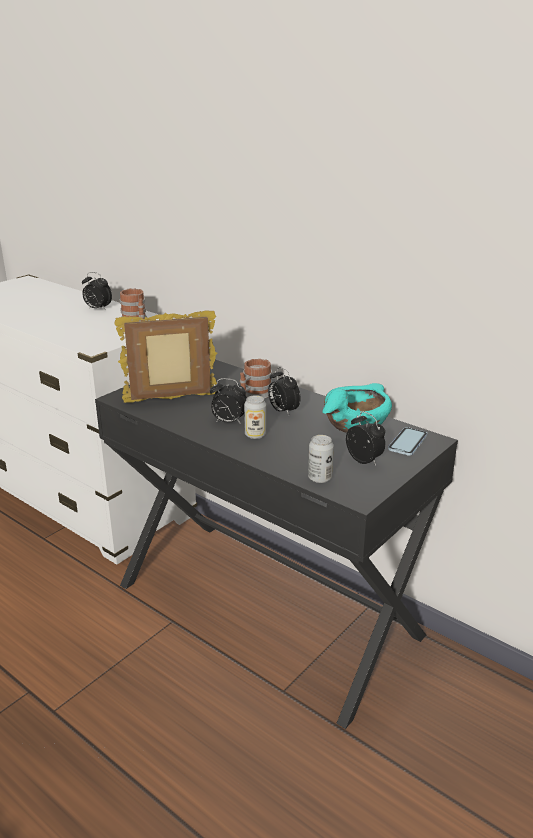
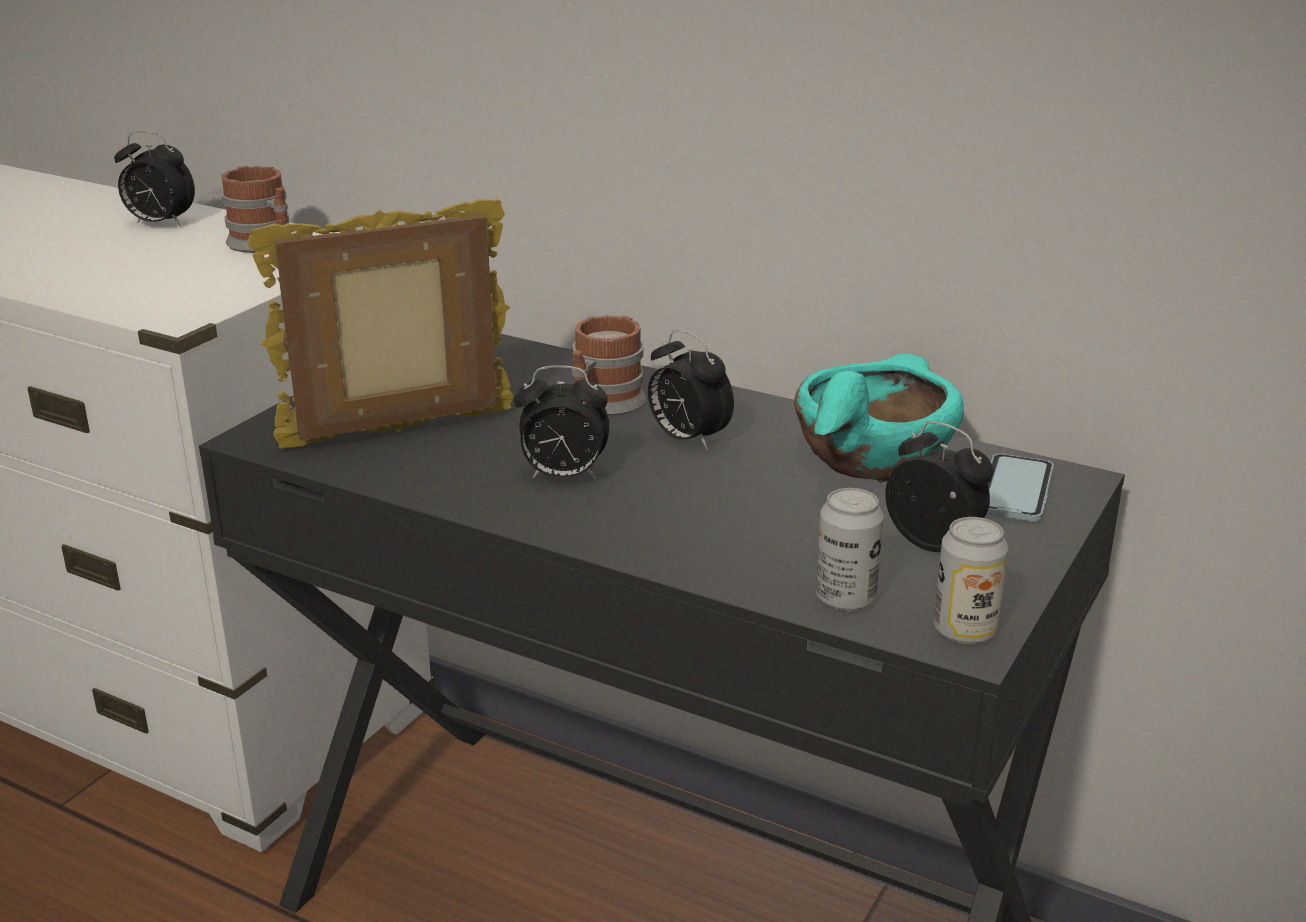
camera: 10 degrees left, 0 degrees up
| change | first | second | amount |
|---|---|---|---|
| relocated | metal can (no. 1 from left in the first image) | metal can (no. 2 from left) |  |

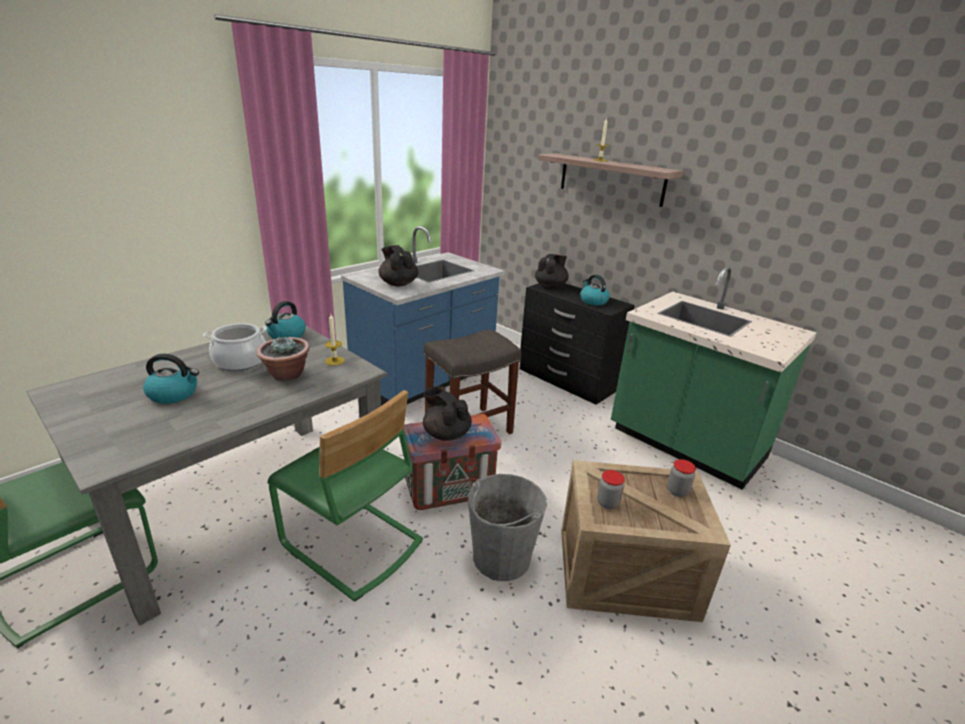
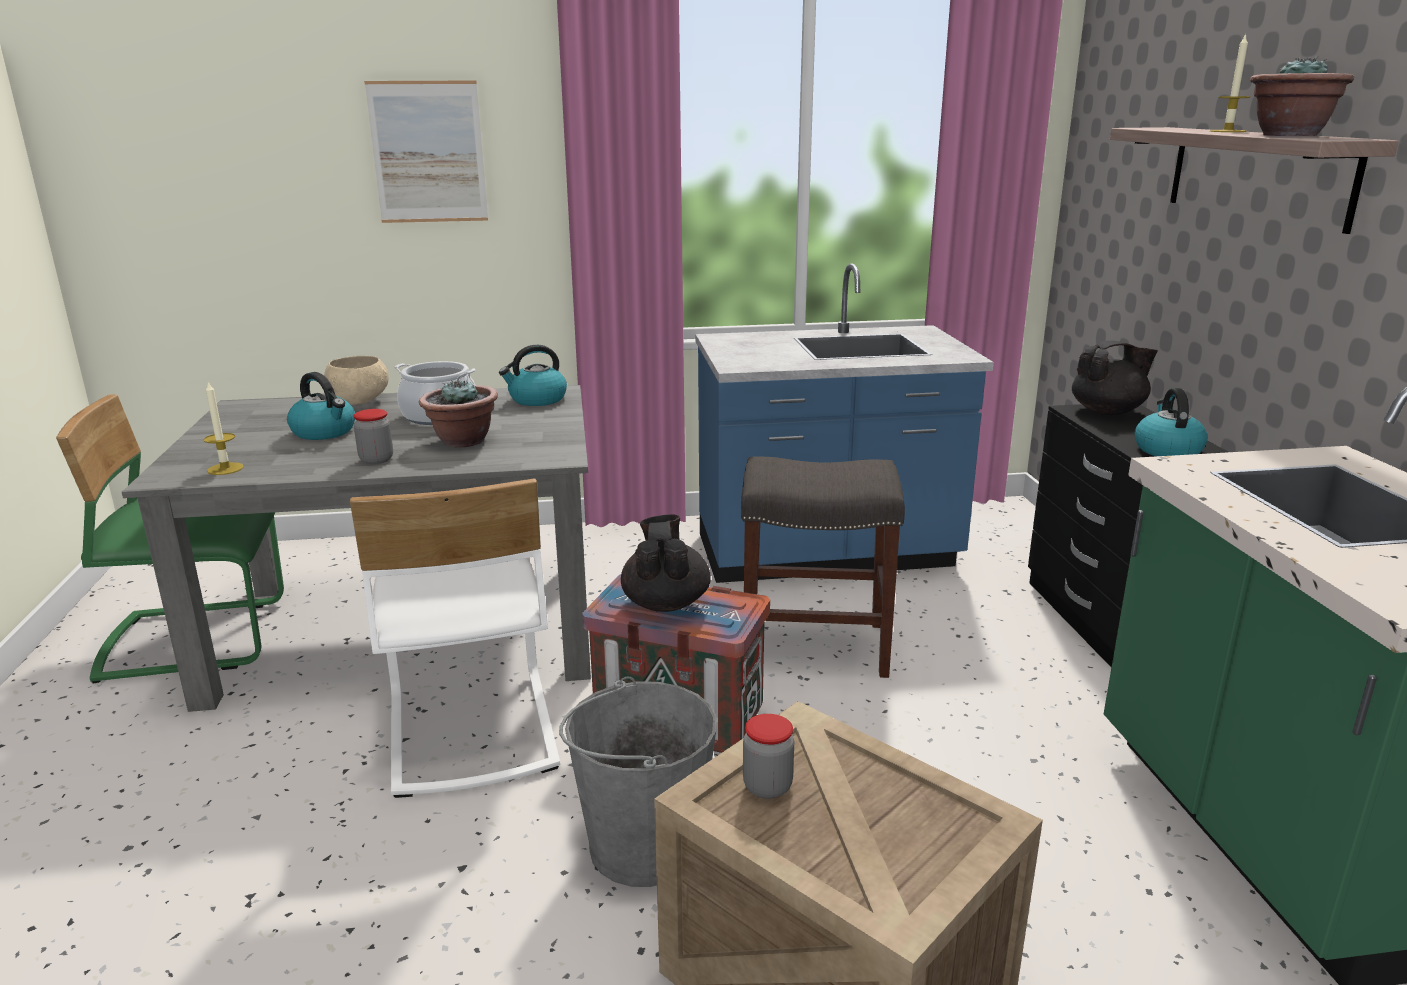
camera: 40 degrees right, 5 degrees down
| change | first | second | amount |
|---|---|---|---|
| colour | green-coloured chair (no. 2 from left) | white-coloured chair |  |
| relocated | candle (no. 1 from left) |  |  |
| missing | black teapot (no. 1 from left) |  |  |
| relocated | preserve jar (no. 2 from left in the first image) | preserve jar (no. 1 from left) |  |
| appeared |  | beige bowl |  |
| appeared |  | picture |  |
| appeared |  | potted plant (no. 2 from left) |  |

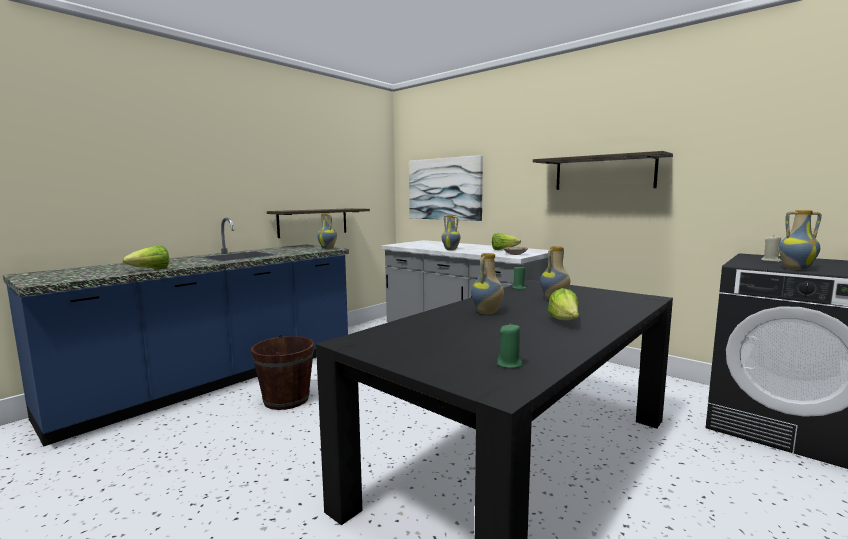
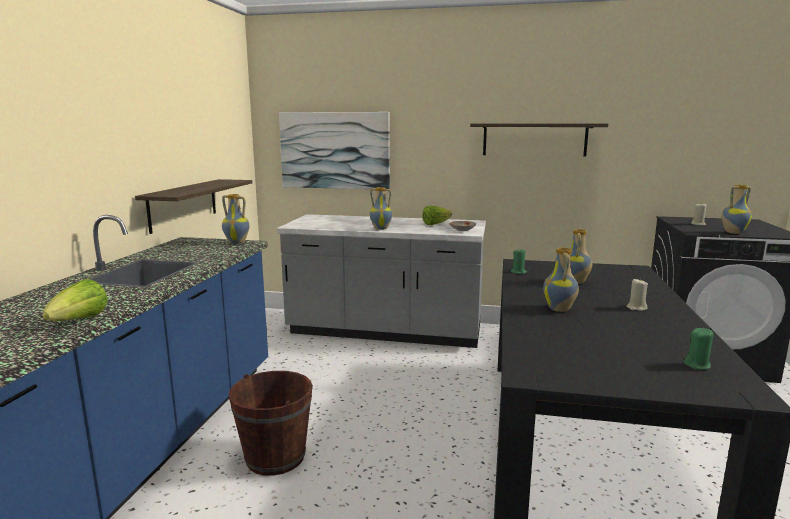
camera: 30 degrees left, 5 degrees up
| change | first | second | amount |
|---|---|---|---|
| exchanged | lettuce (no. 3 from left) | beige candle (no. 1 from left) |  |

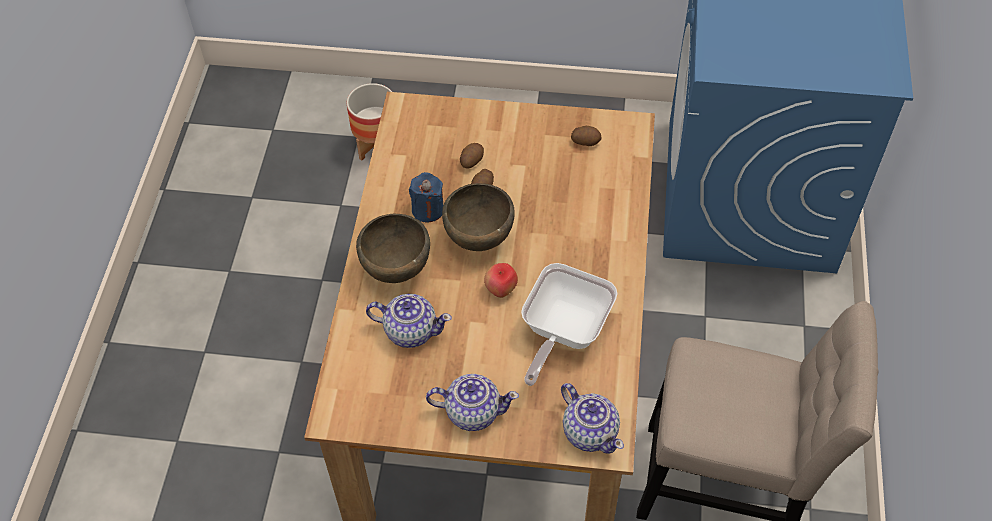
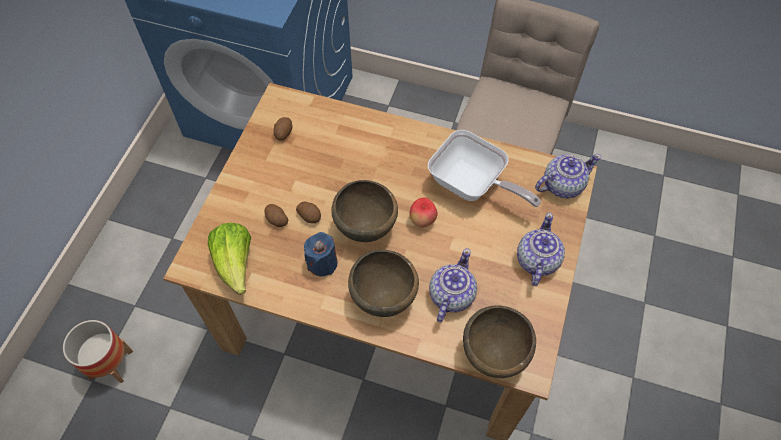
camera: 80 degrees left, 5 degrees up
| change | first | second | amount |
|---|---|---|---|
| appeared |  | lettuce |  |
| appeared |  | brown-coloured bowl (no. 3 from left) |  |

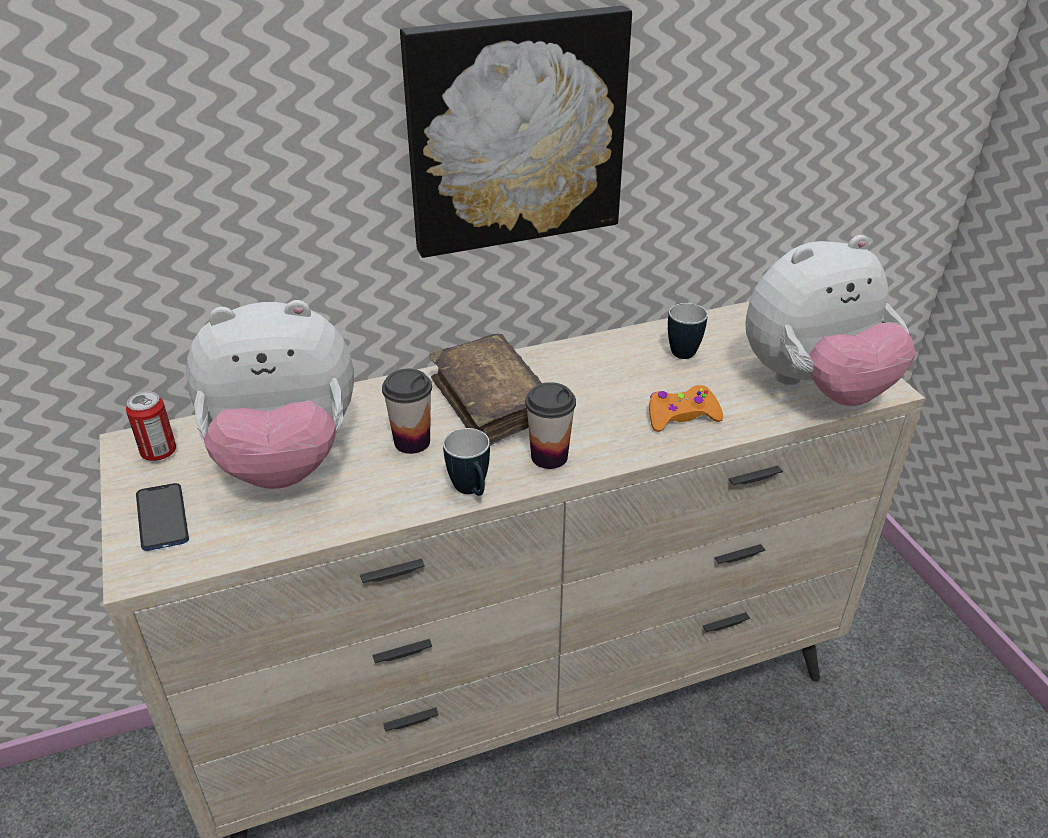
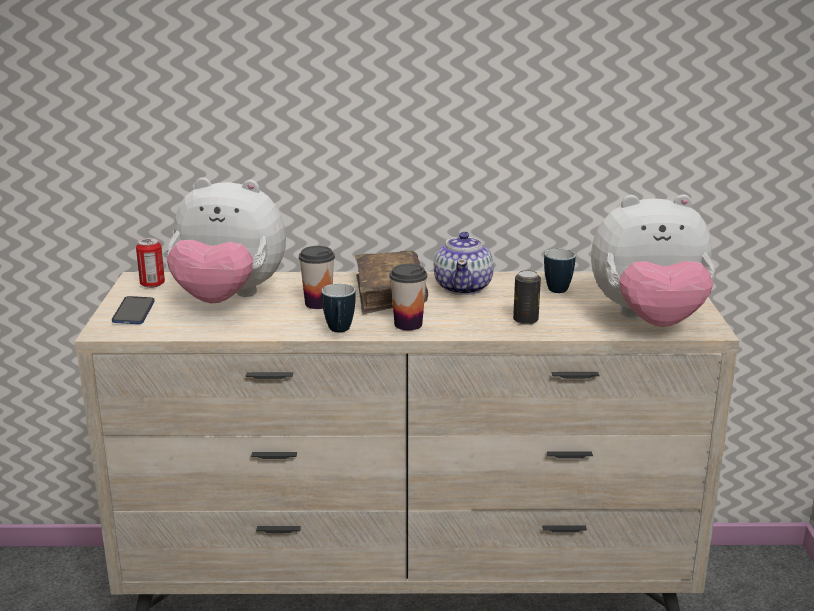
camera: 20 degrees right, 15 degrees down
| change | first | second | amount |
|---|---|---|---|
| missing | picture |  |  |
| exchanged | orange game controller | metal can (no. 2 from left) |  |
| appeared |  | teapot |  |

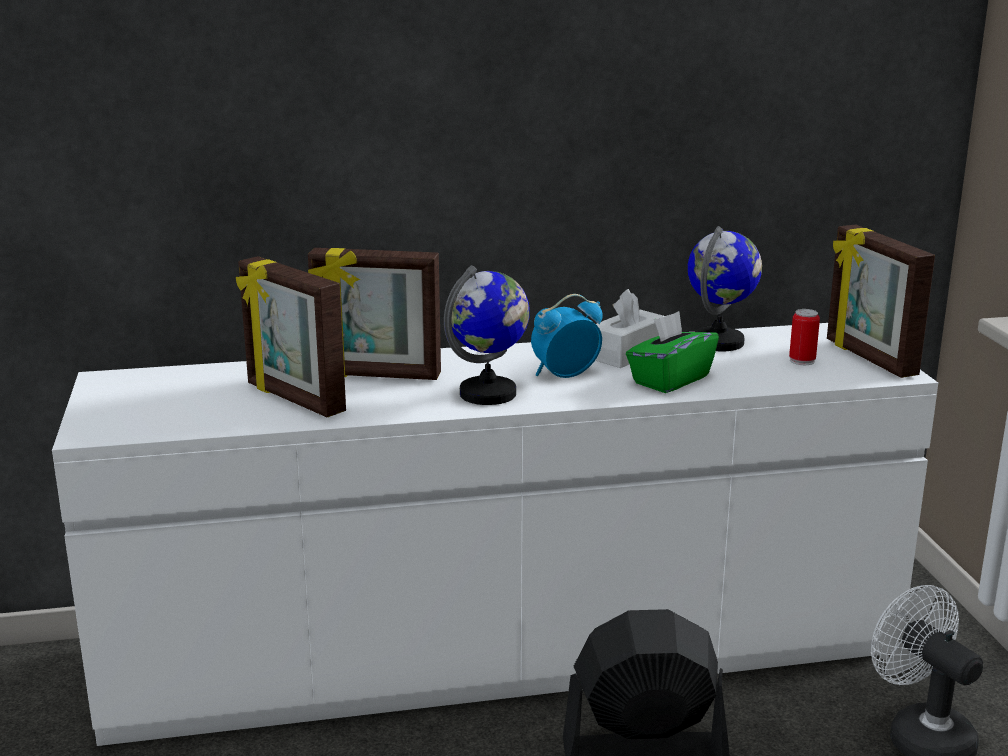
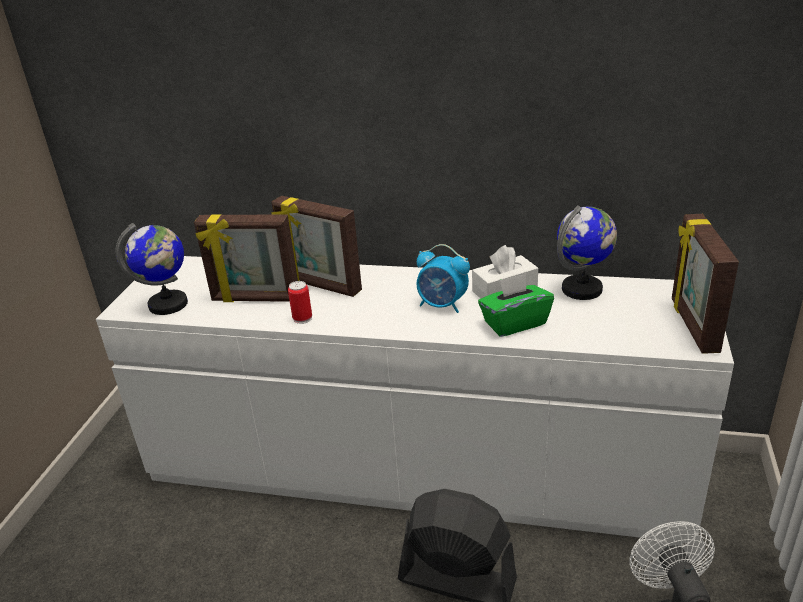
camera: 25 degrees right, 10 degrees up
| change | first | second | amount |
|---|---|---|---|
| spun | photo frame (no. 1 from left) |  | 60 degrees counterclockwise |
| relocated | desk globe (no. 1 from left) |  |  |
| spun | alarm clock |  | 150 degrees counterclockwise |
| relocated | metal can |  |  |

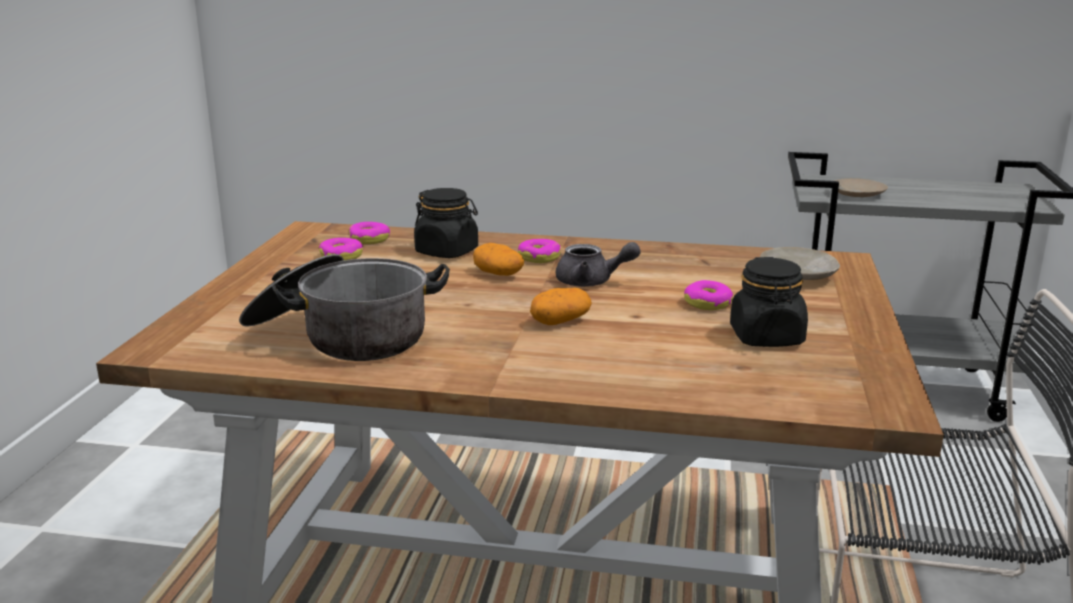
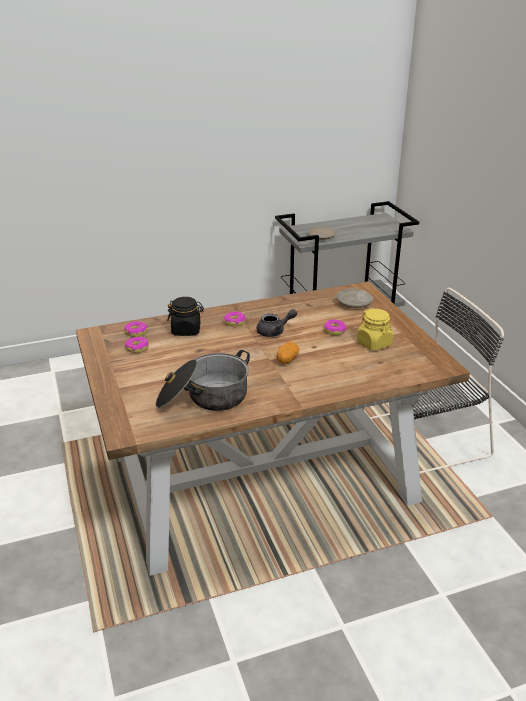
camera: 30 degrees left, 10 degrees up
| change | first | second | amount |
|---|---|---|---|
| missing | whole potato (no. 1 from left) |  |  |
| colour | black preserve jar (no. 2 from left) | yellow-coloured preserve jar |  |

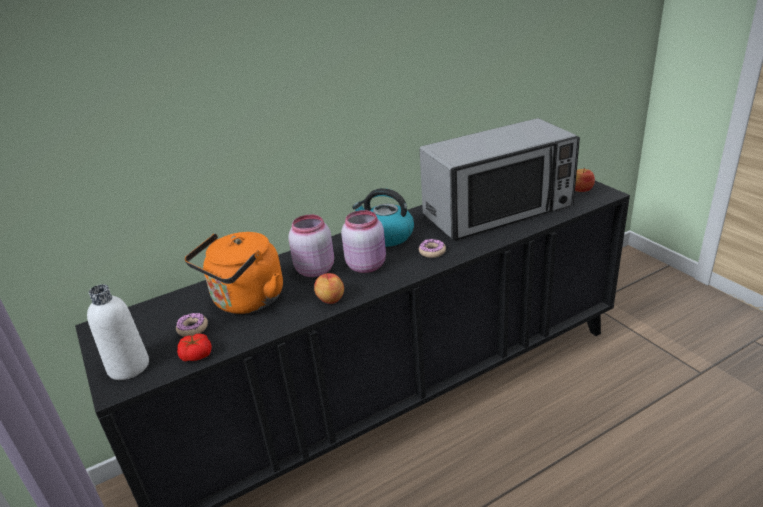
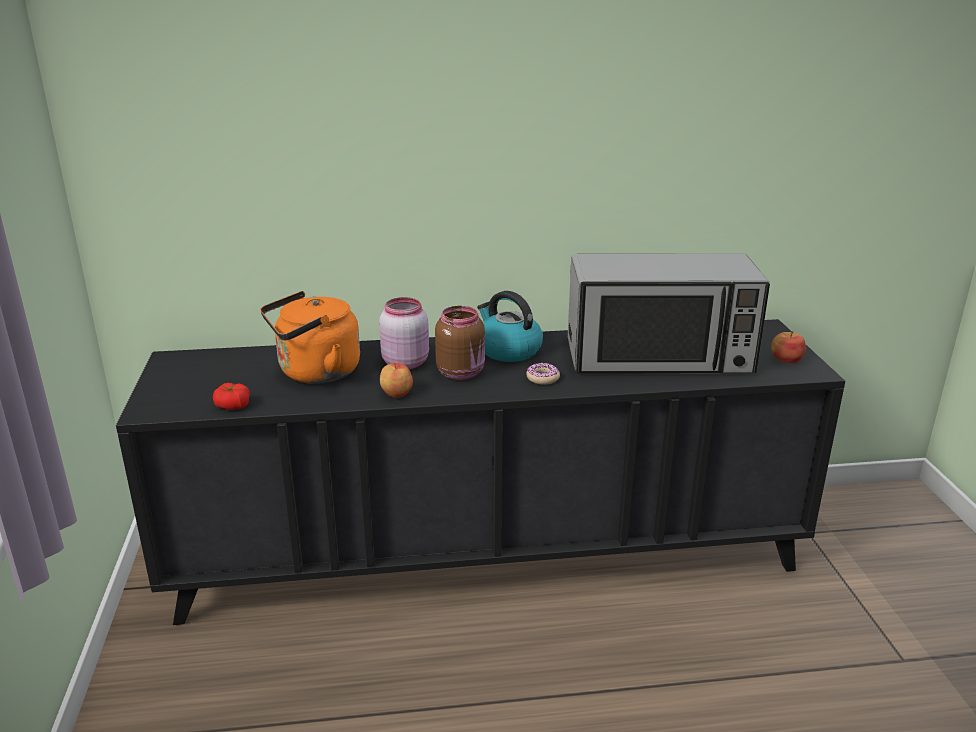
camera: 20 degrees right, 5 degrees down
| change | first | second | amount |
|---|---|---|---|
| missing | white-coloured drink bottle |  |  |
| missing | doughnut (no. 1 from left) |  |  |
| colour | pinkish preserve jar (no. 2 from left) | brown-coloured preserve jar |  |

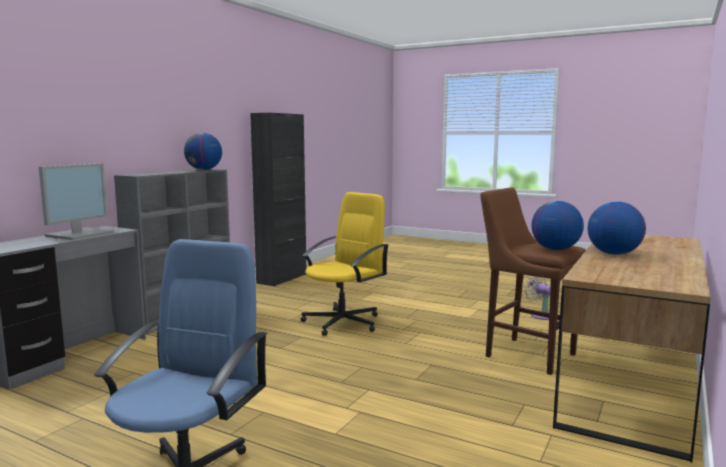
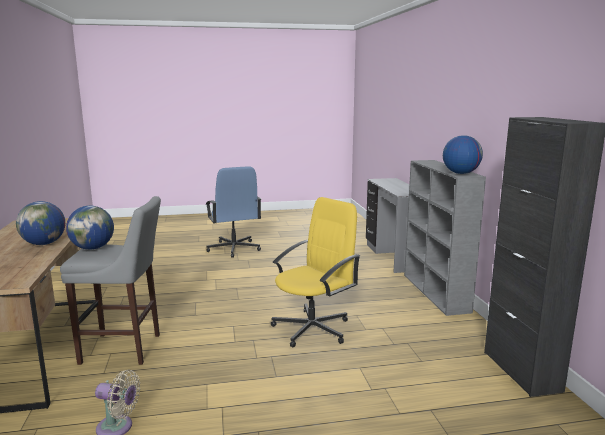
camera: 140 degrees right, 5 degrees up
| change | first | second | amount |
|---|---|---|---|
| missing | computer screen |  |  |
| spun | yellow-coloured computer chair |  | 135 degrees counterclockwise |
| colour | brown-coloured stool seat | greyish stool seat |  |

